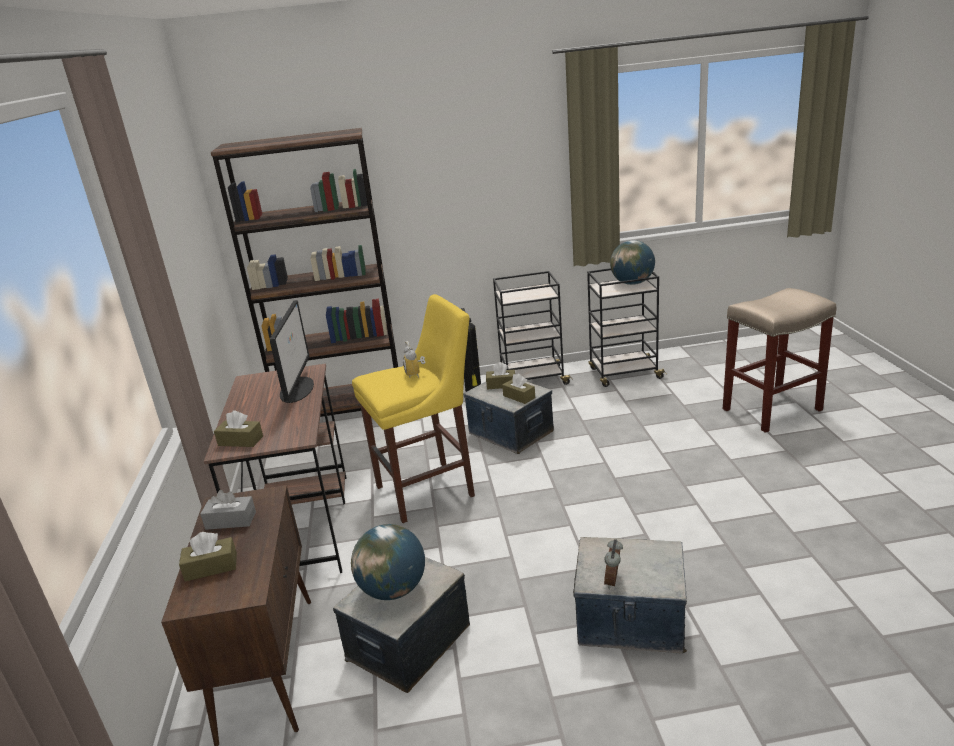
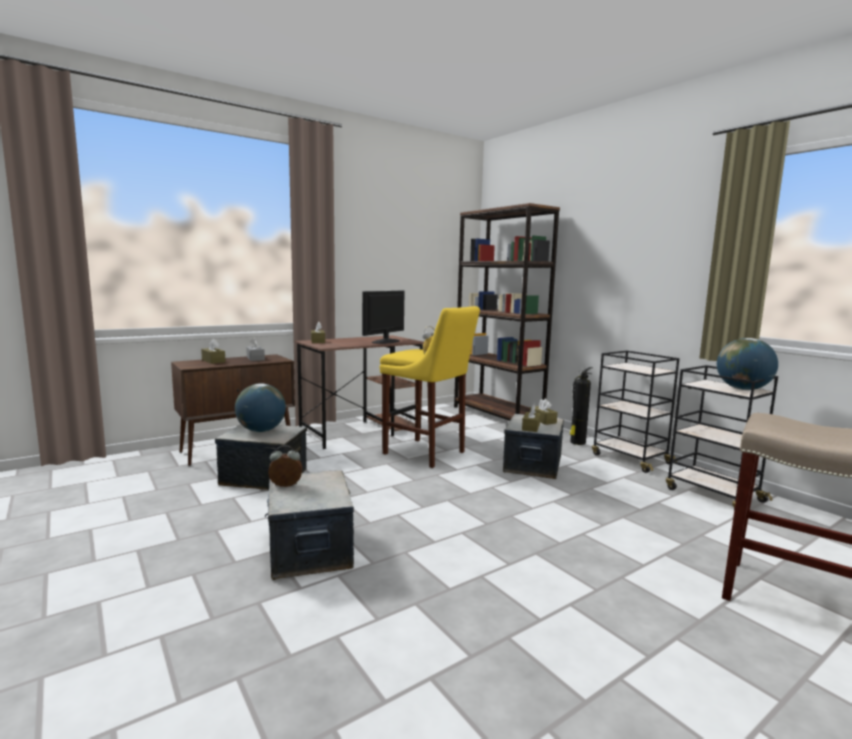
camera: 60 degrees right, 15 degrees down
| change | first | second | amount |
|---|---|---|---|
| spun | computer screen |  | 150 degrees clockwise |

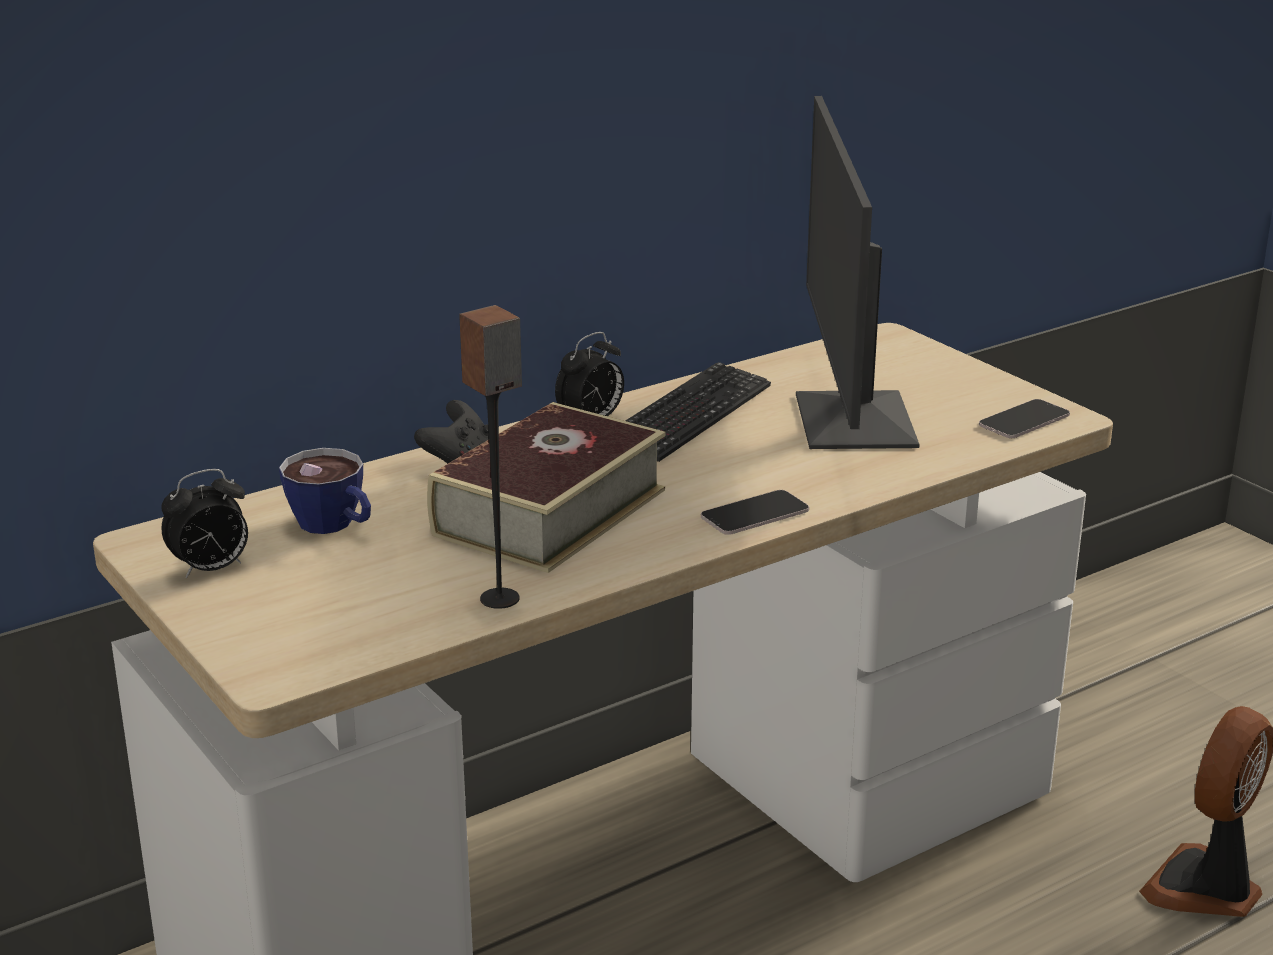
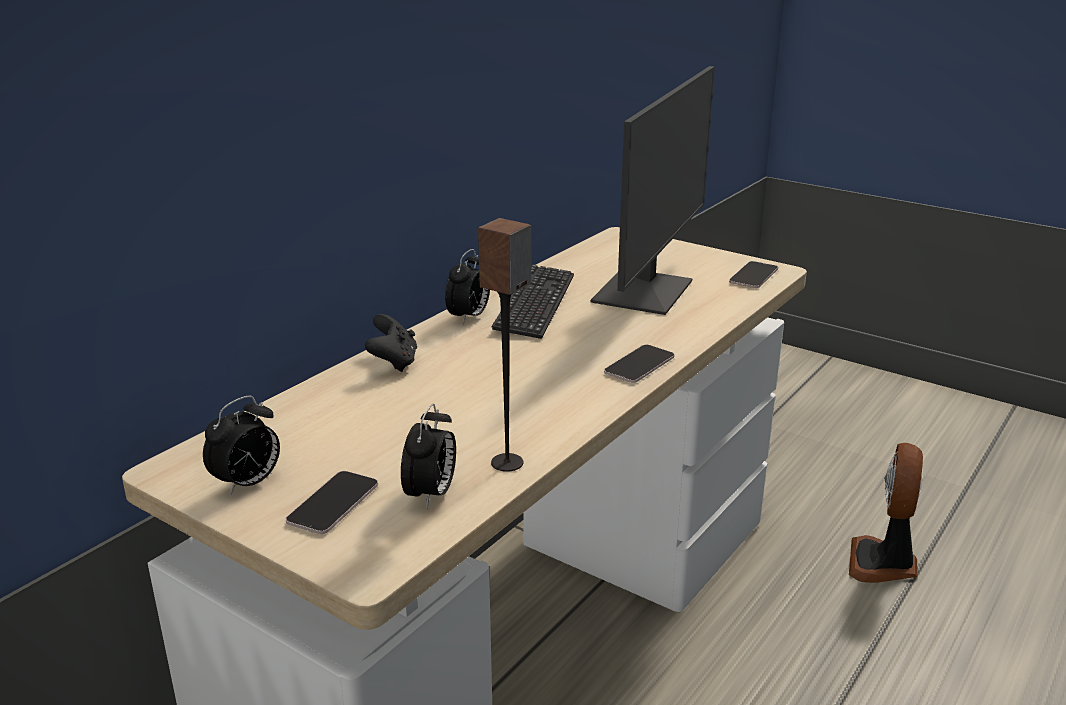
camera: 20 degrees left, 0 degrees up
| change | first | second | amount |
|---|---|---|---|
| missing | cup |  |  |
| missing | bound book |  |  |
| spun | computer screen |  | 135 degrees counterclockwise |
| appeared |  | handset (no. 1 from left) |  |
| appeared |  | alarm clock (no. 2 from left) |  |

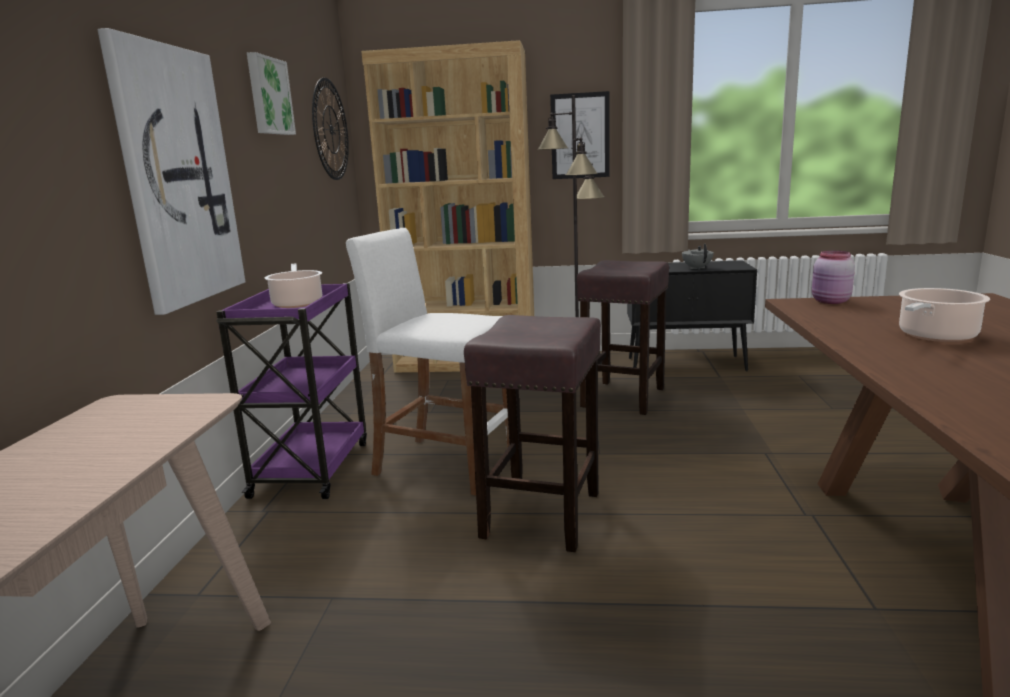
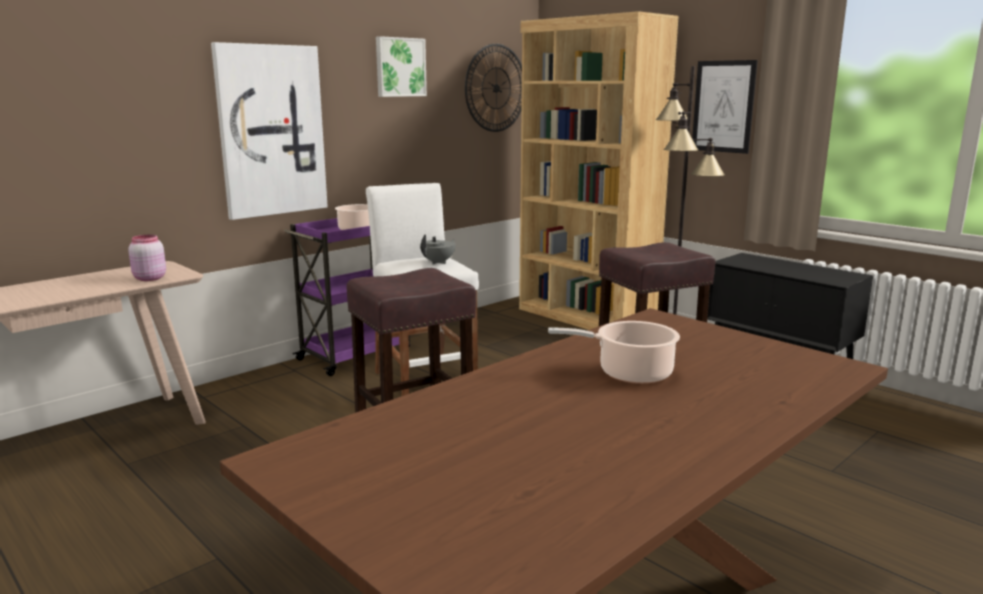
camera: 40 degrees right, 0 degrees up
| change | first | second | amount |
|---|---|---|---|
| relocated | greyish teapot |  |  |
| relocated | pinkish preserve jar |  |  |

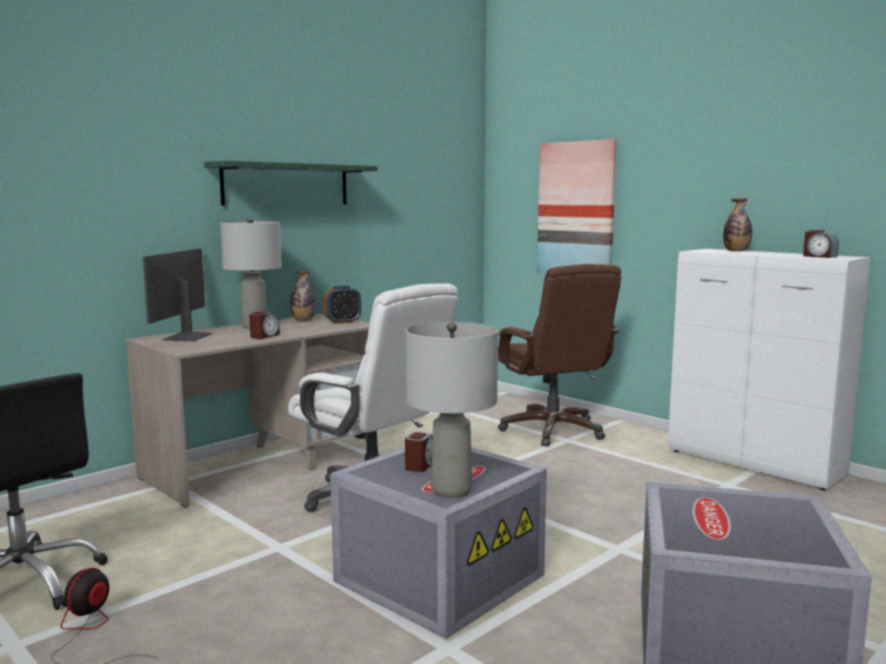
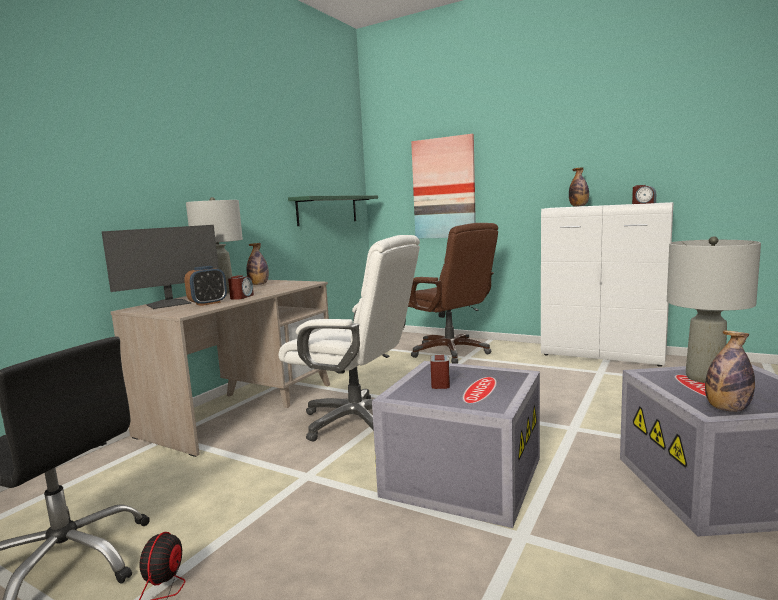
camera: 15 degrees left, 0 degrees up
| change | first | second | amount |
|---|---|---|---|
| spun | computer screen |  | 120 degrees counterclockwise |
| relocated | green-coloured shelf |  |  |
| relocated | alarm clock (no. 2 from left in the first image) | alarm clock (no. 1 from left) |  |
| relocated | greyish table lamp (no. 2 from left) |  |  |
| appeared |  | drink bottle (no. 3 from left) |  |

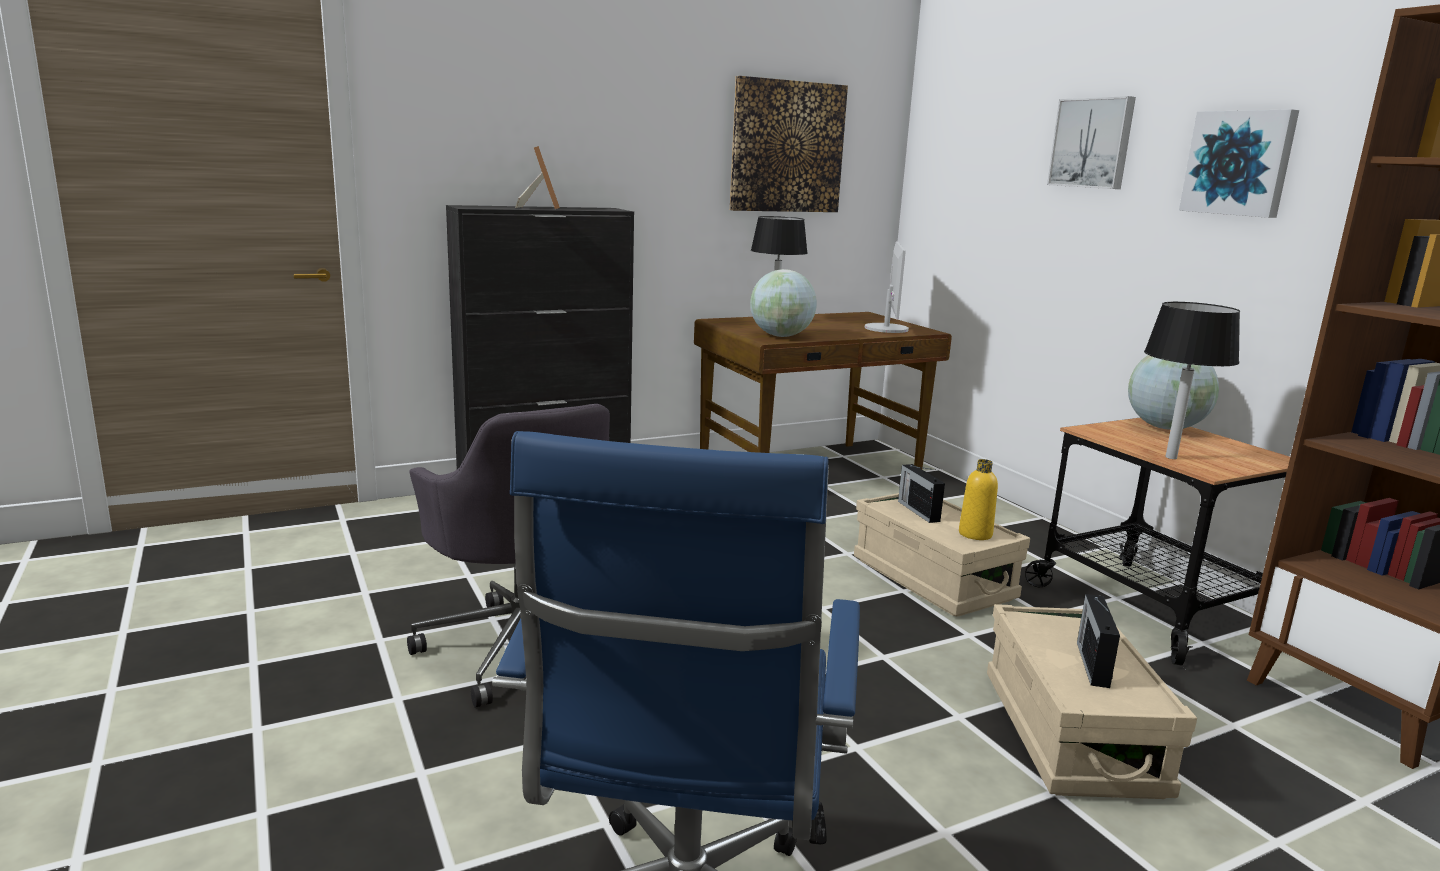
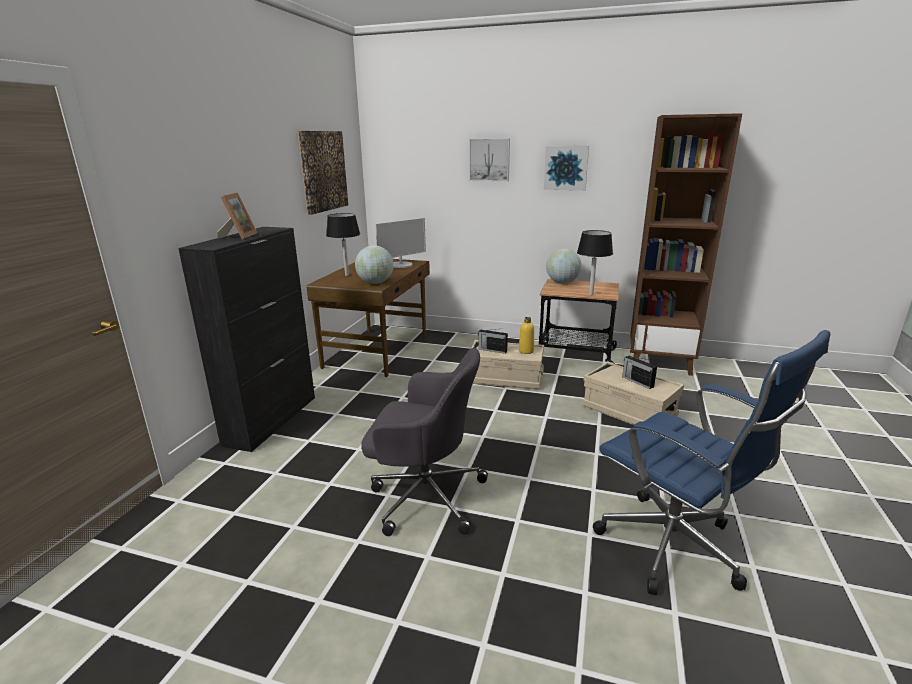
camera: 45 degrees left, 5 degrees up
| change | first | second | amount |
|---|---|---|---|
| spun | photo frame |  | 60 degrees clockwise |
| spun | computer screen |  | 90 degrees clockwise |

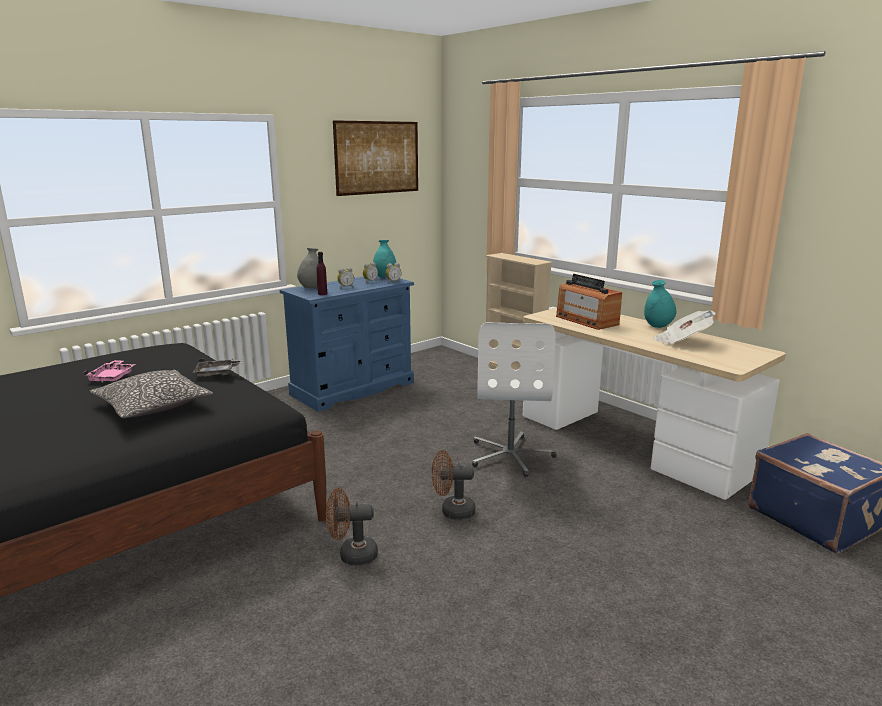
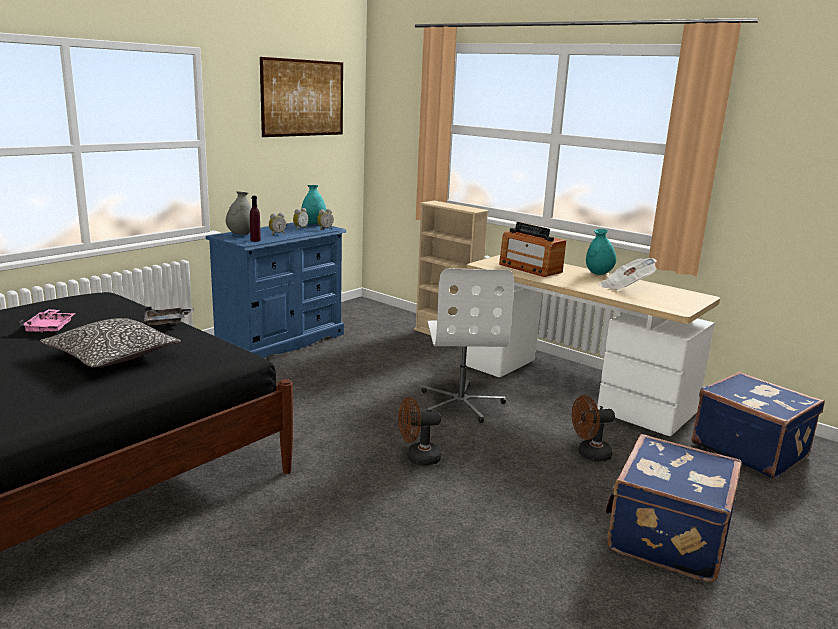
camera: 10 degrees left, 0 degrees up
| change | first | second | amount |
|---|---|---|---|
| relocated | brown-coloured fan (no. 1 from left in the first image) | brown-coloured fan (no. 2 from left) |  |
| appeared |  | blue-coloured suitcase (no. 1 from left) |  |

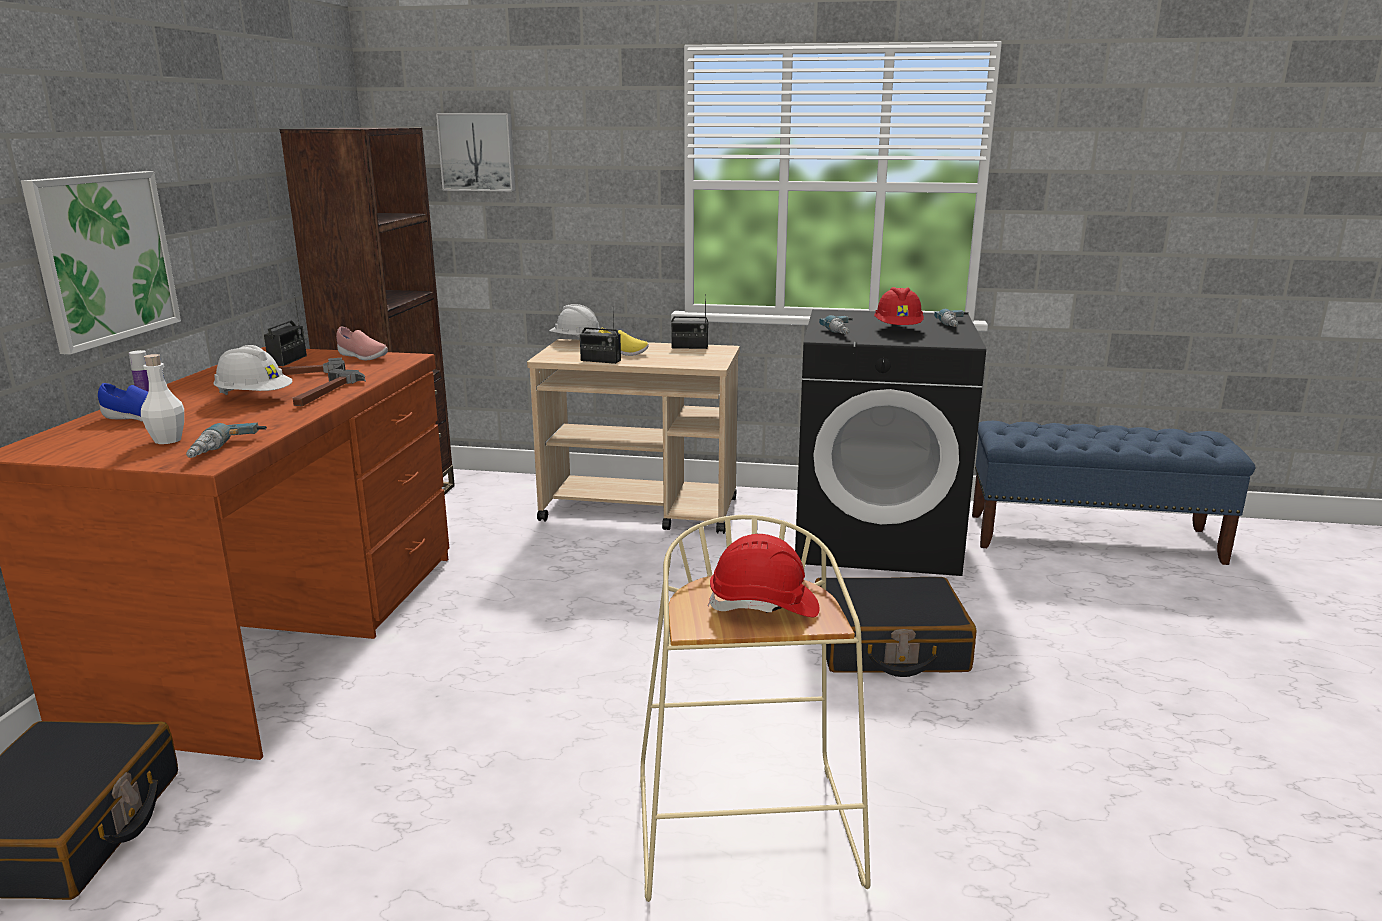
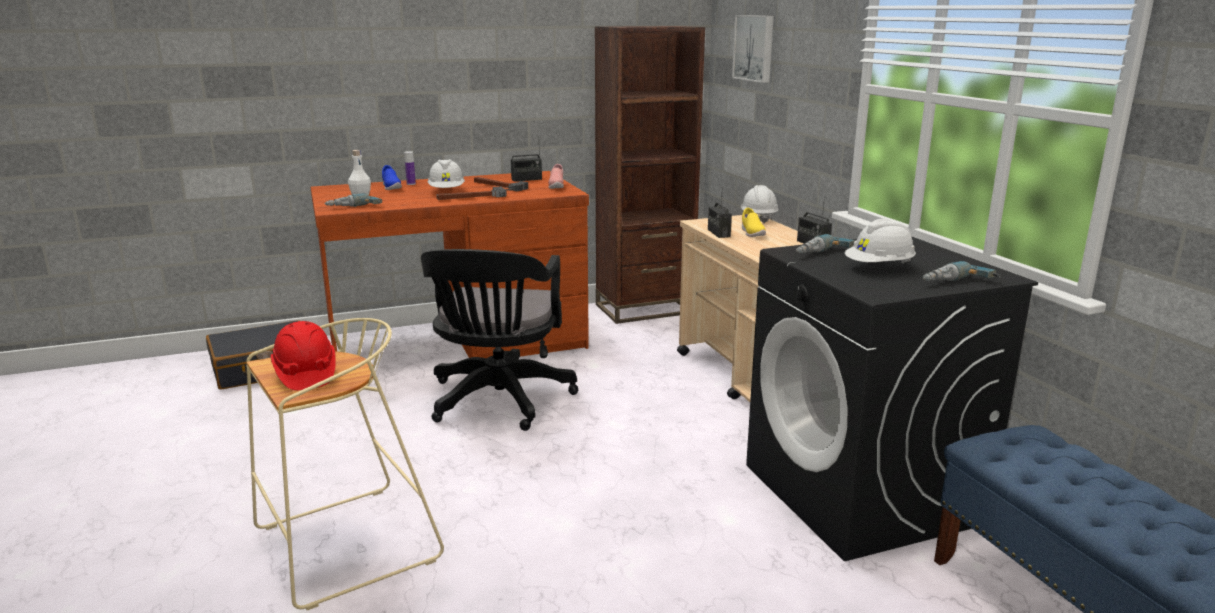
camera: 60 degrees right, 0 degrees up
| change | first | second | amount |
|---|---|---|---|
| missing | picture (no. 1 from left) |  |  |
| missing | black suitcase (no. 2 from left) |  |  |
| colour | red work helmet (no. 2 from left) | white-coloured work helmet (no. 3 from left) |  |
| appeared |  | black computer chair |  |

